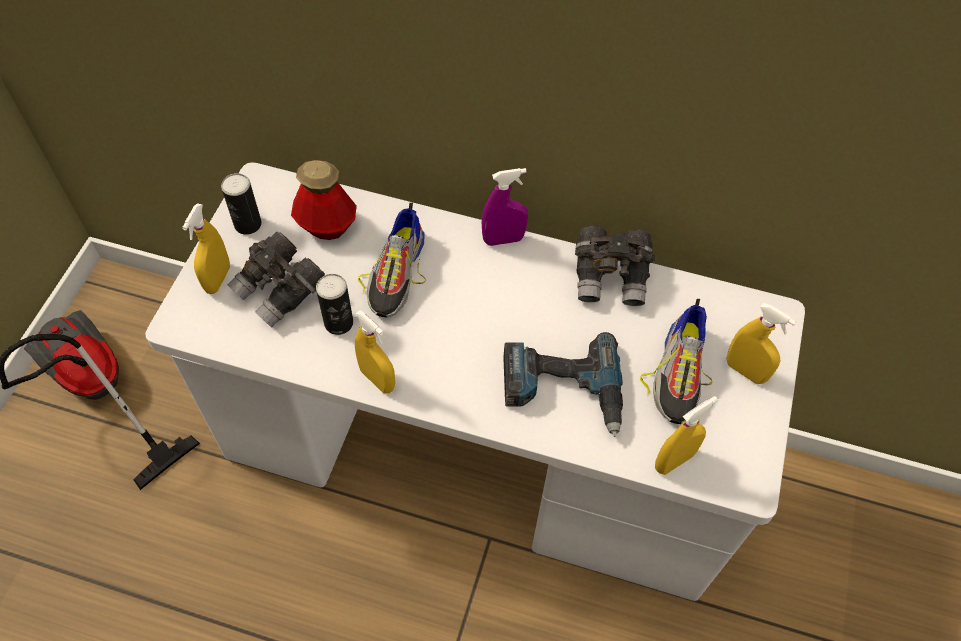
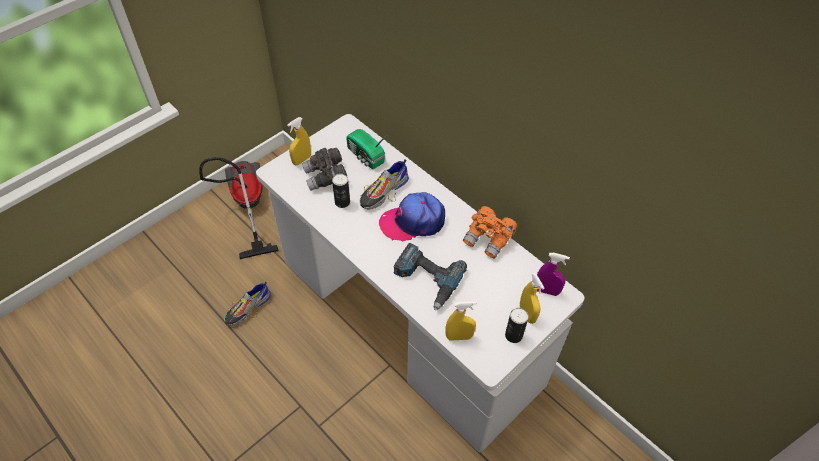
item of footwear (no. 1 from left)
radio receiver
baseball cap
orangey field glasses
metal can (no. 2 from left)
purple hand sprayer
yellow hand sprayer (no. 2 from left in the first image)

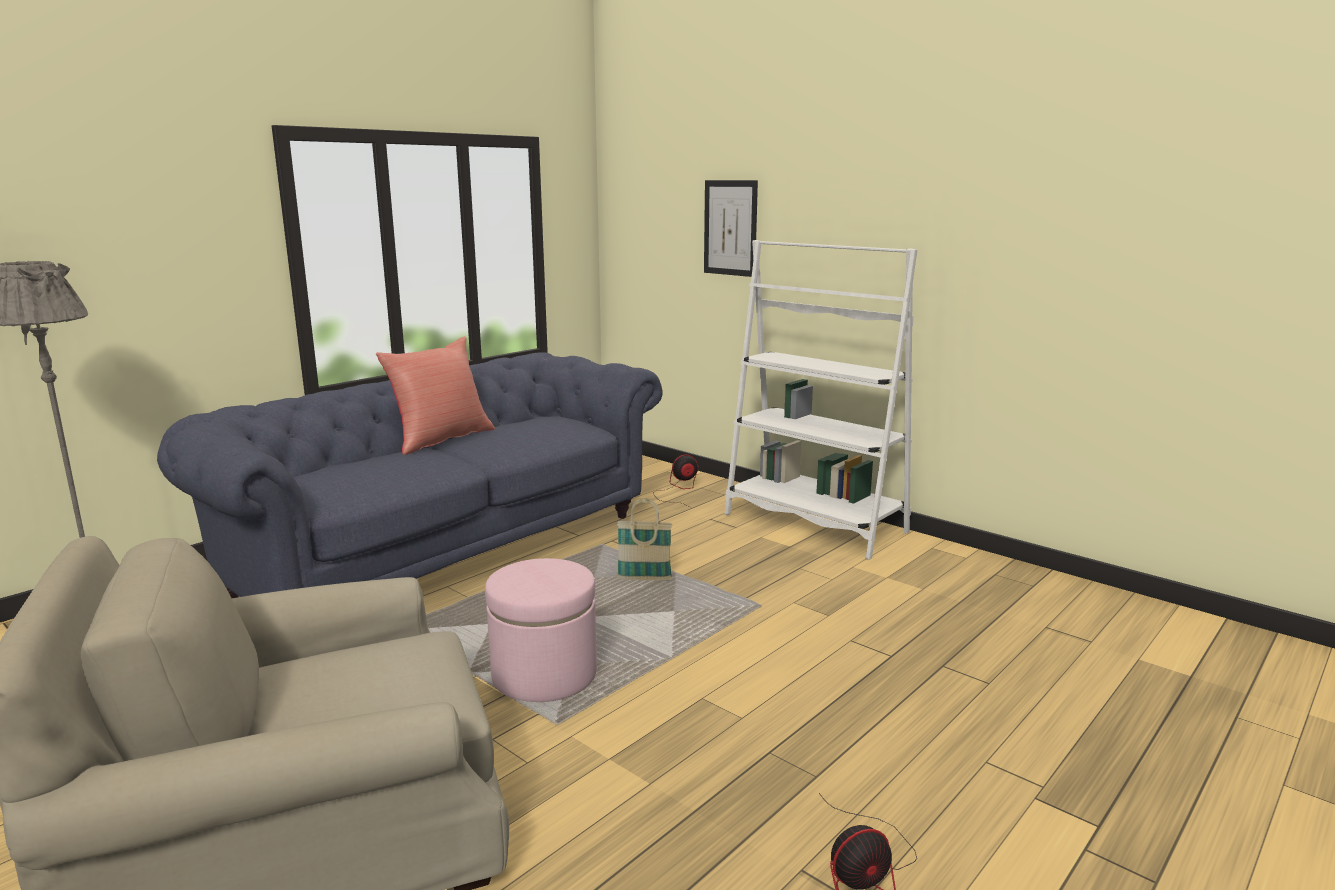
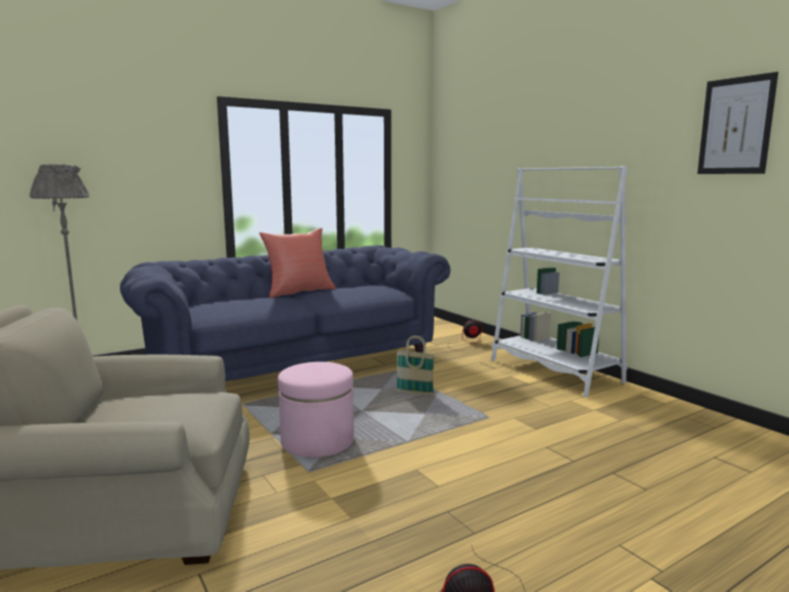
wall art

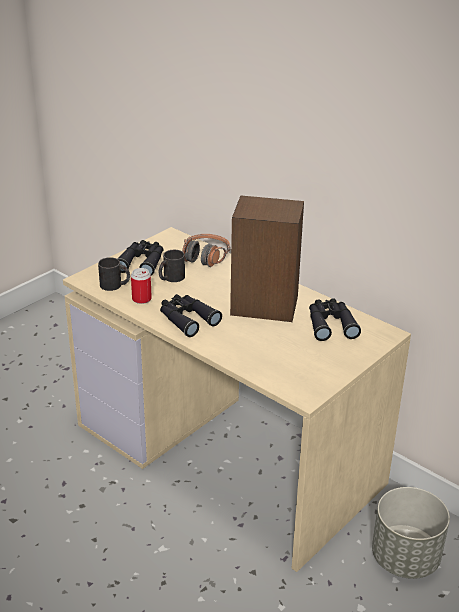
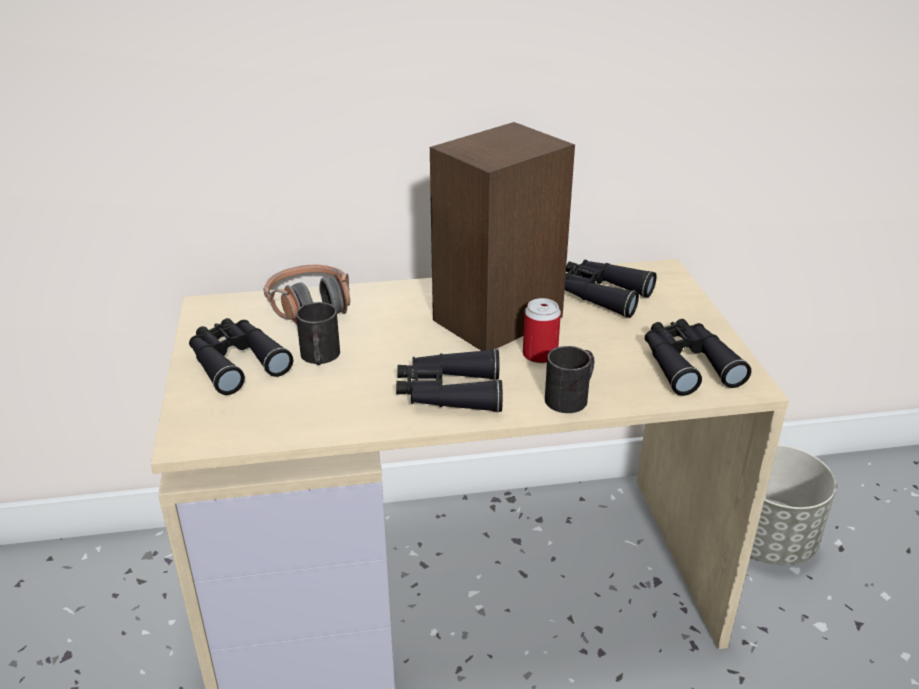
metal can
blackish coffee mug (no. 2 from left)
blackish field glasses (no. 4 from left)

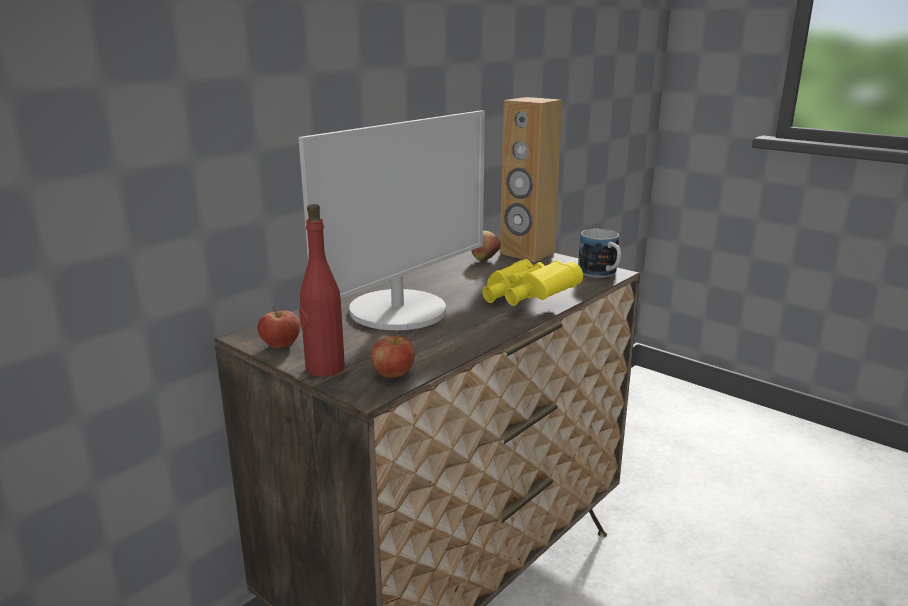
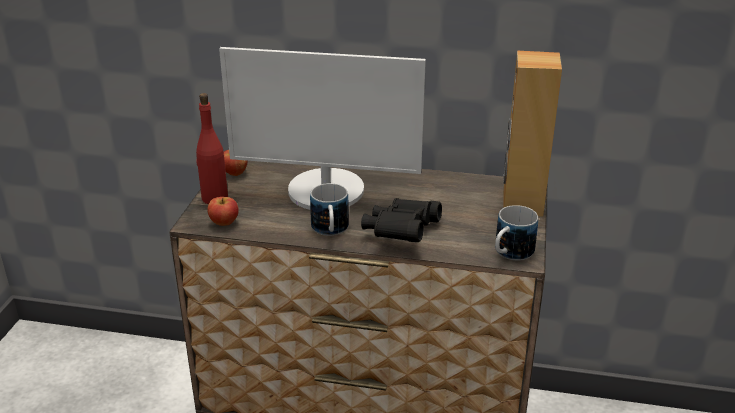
coffee mug (no. 1 from left)
blackish field glasses
apple fruit (no. 3 from left in the first image)

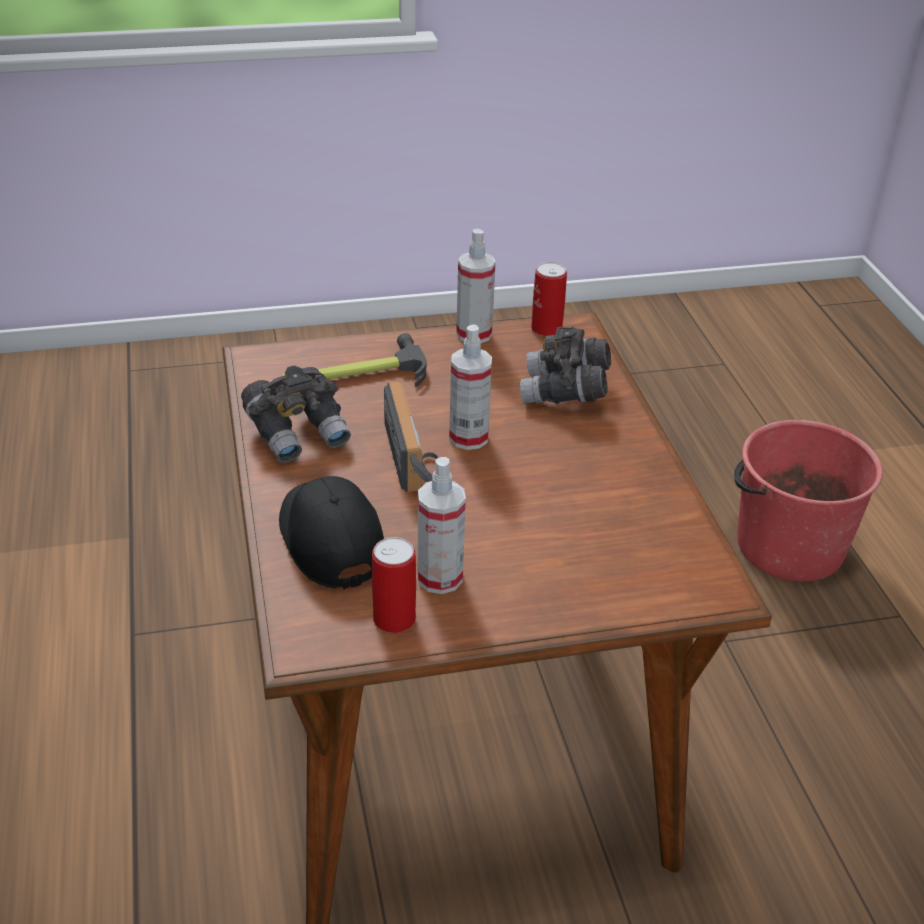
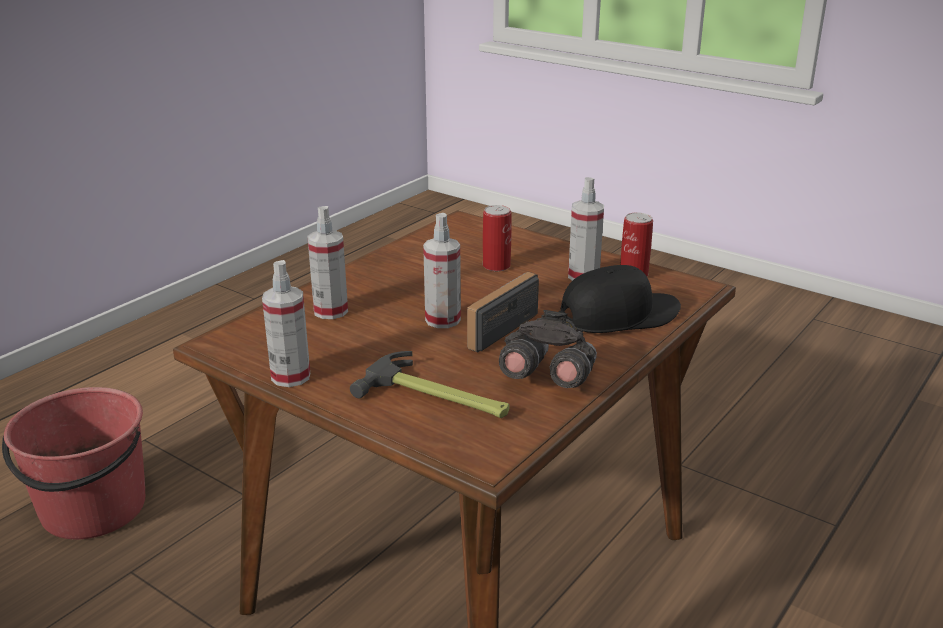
hand sprayer (no. 2 from left)
metal can (no. 1 from left)
blackish baseball cap

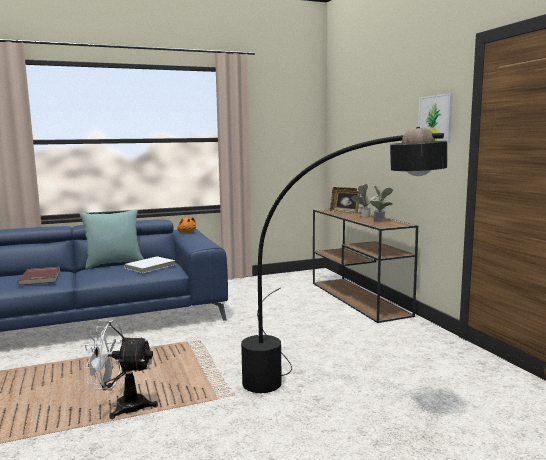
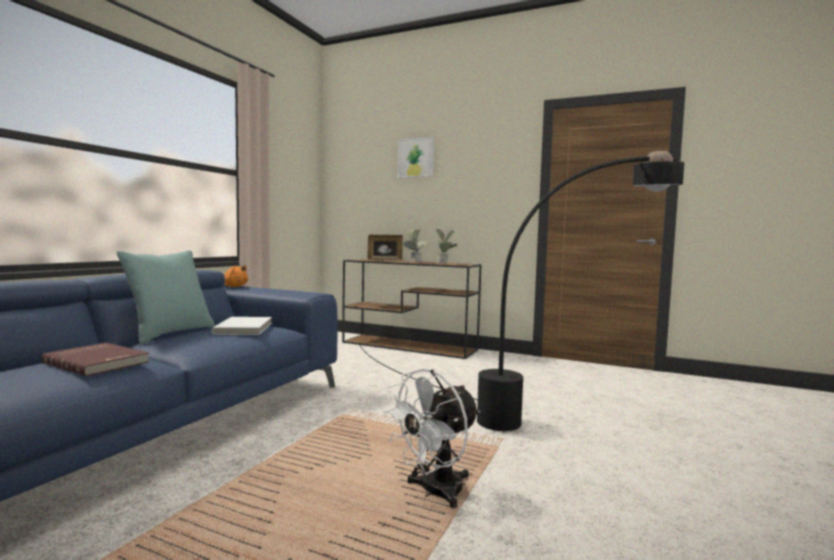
wall art

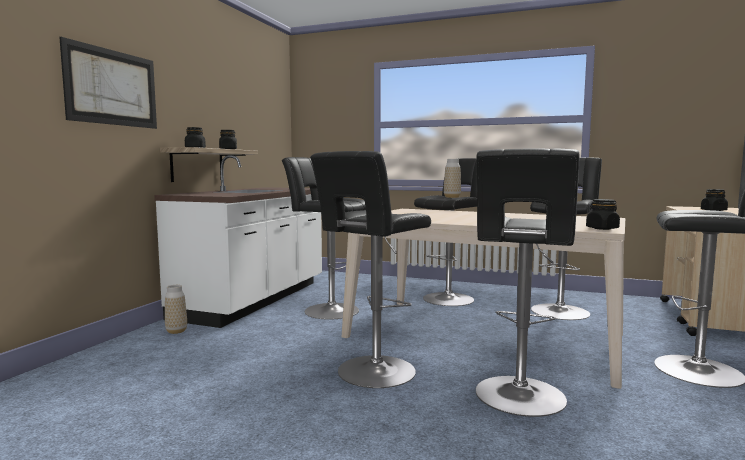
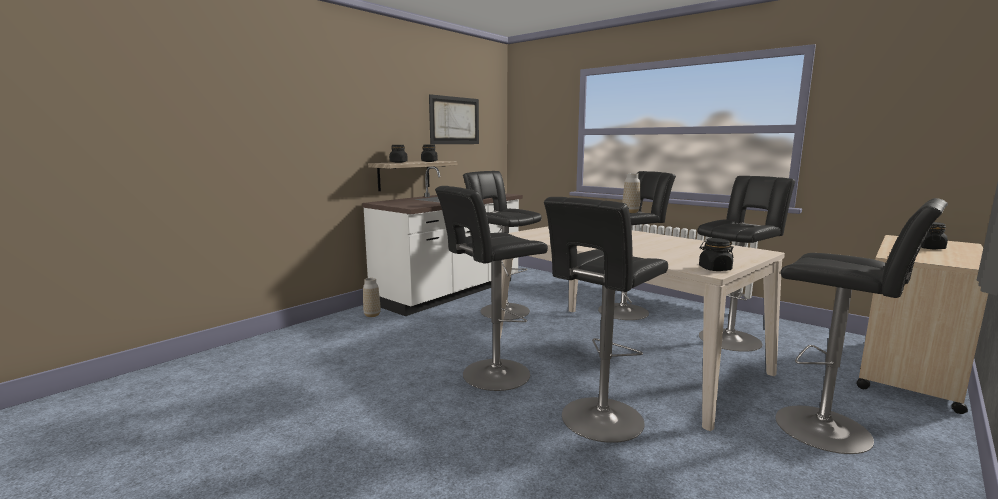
wall art

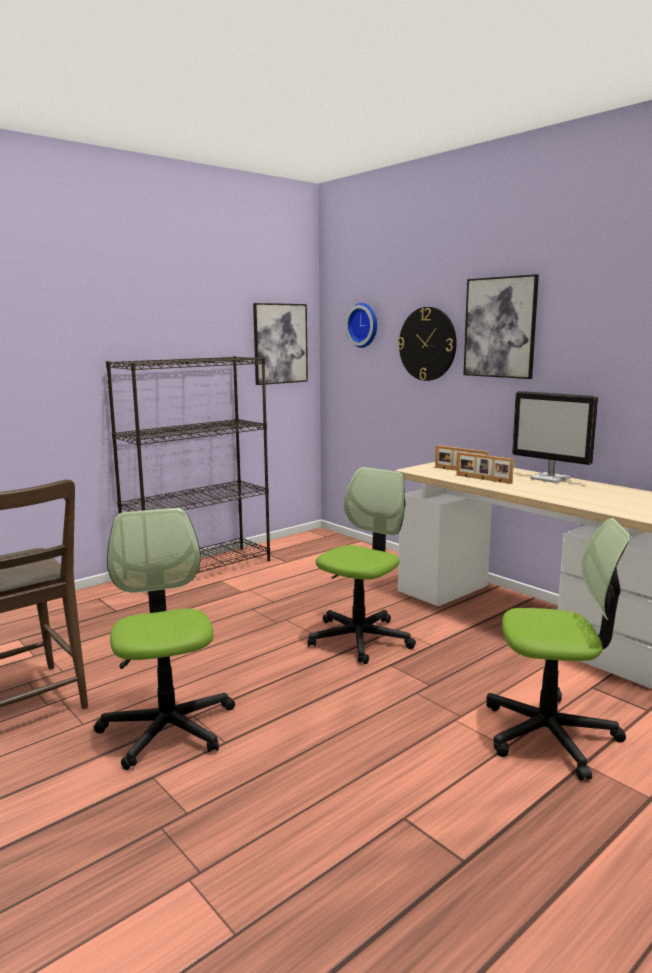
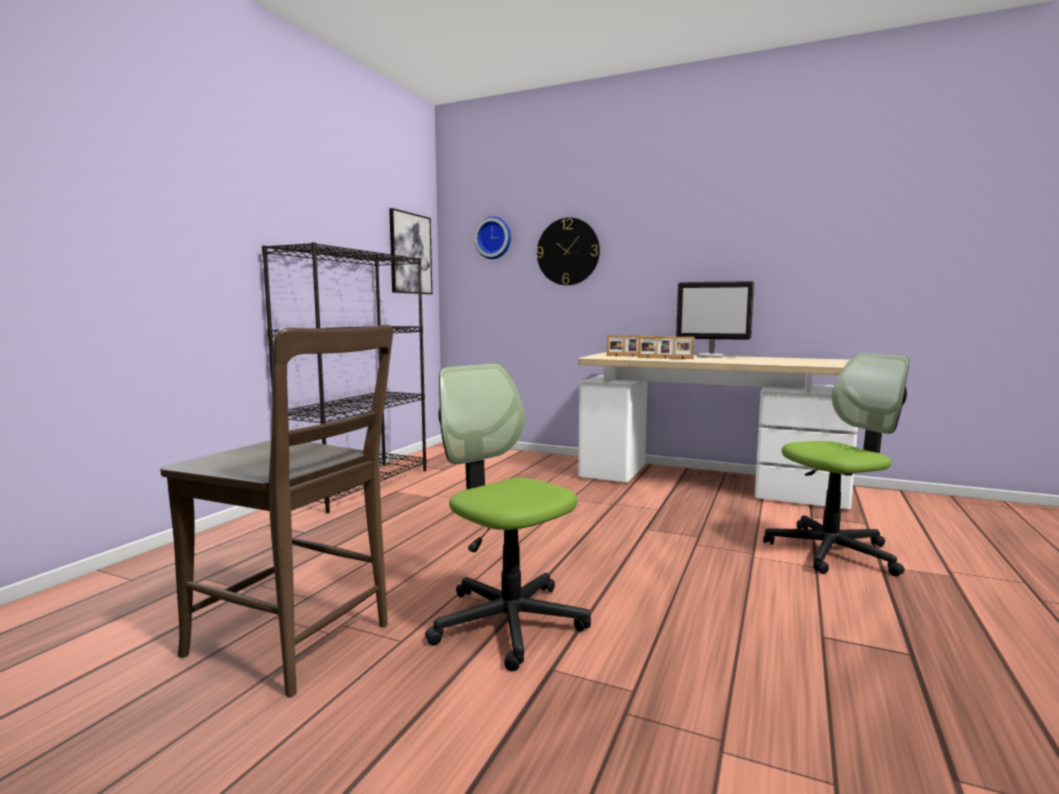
desk chair (no. 2 from left in the first image)
wall art (no. 2 from left in the first image)

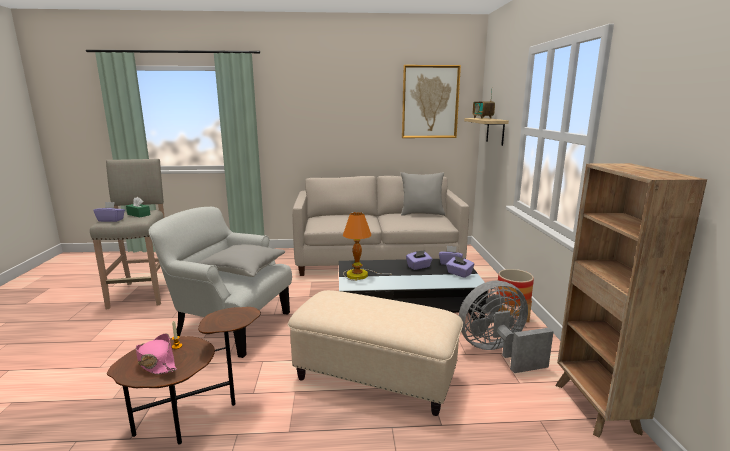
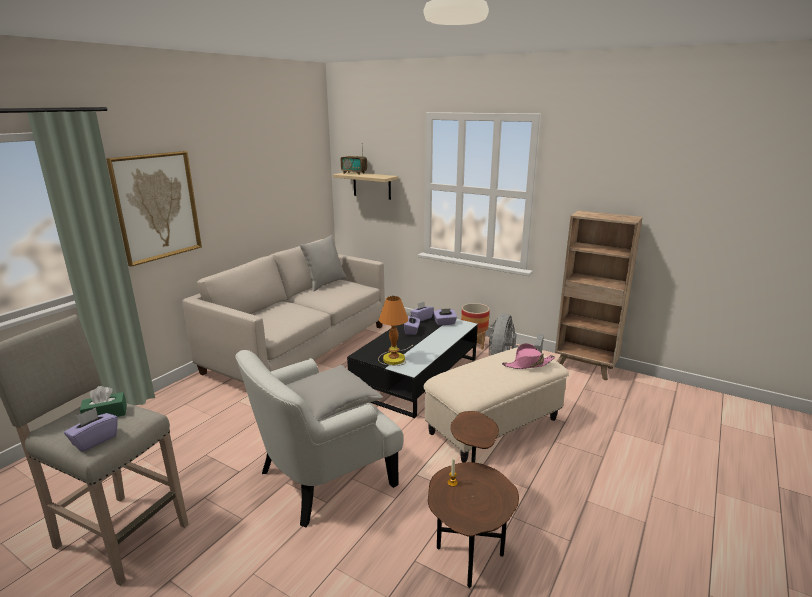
wall art
pink-coloured wearable hat

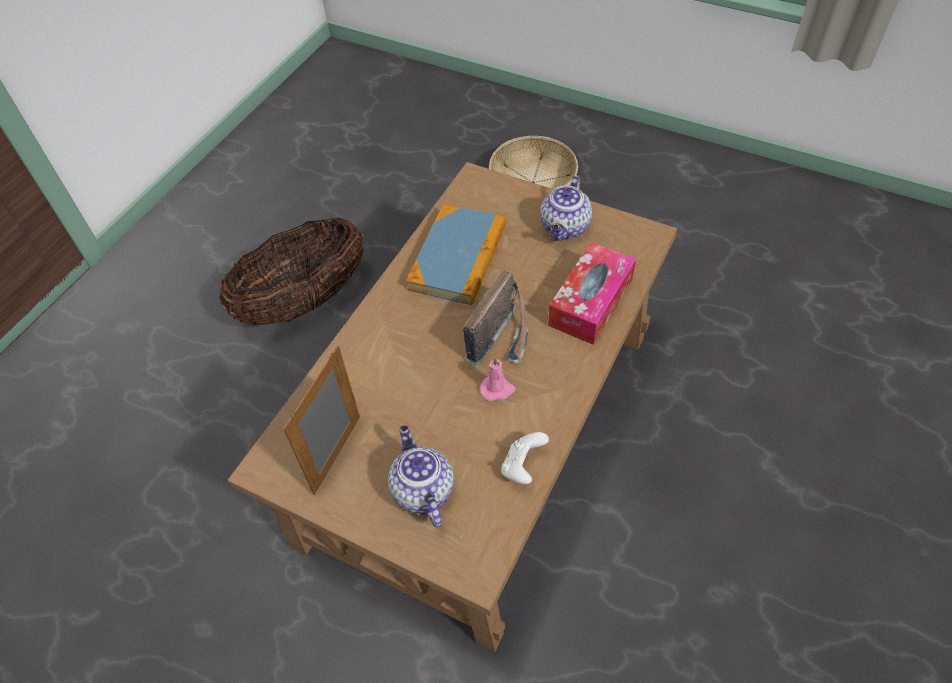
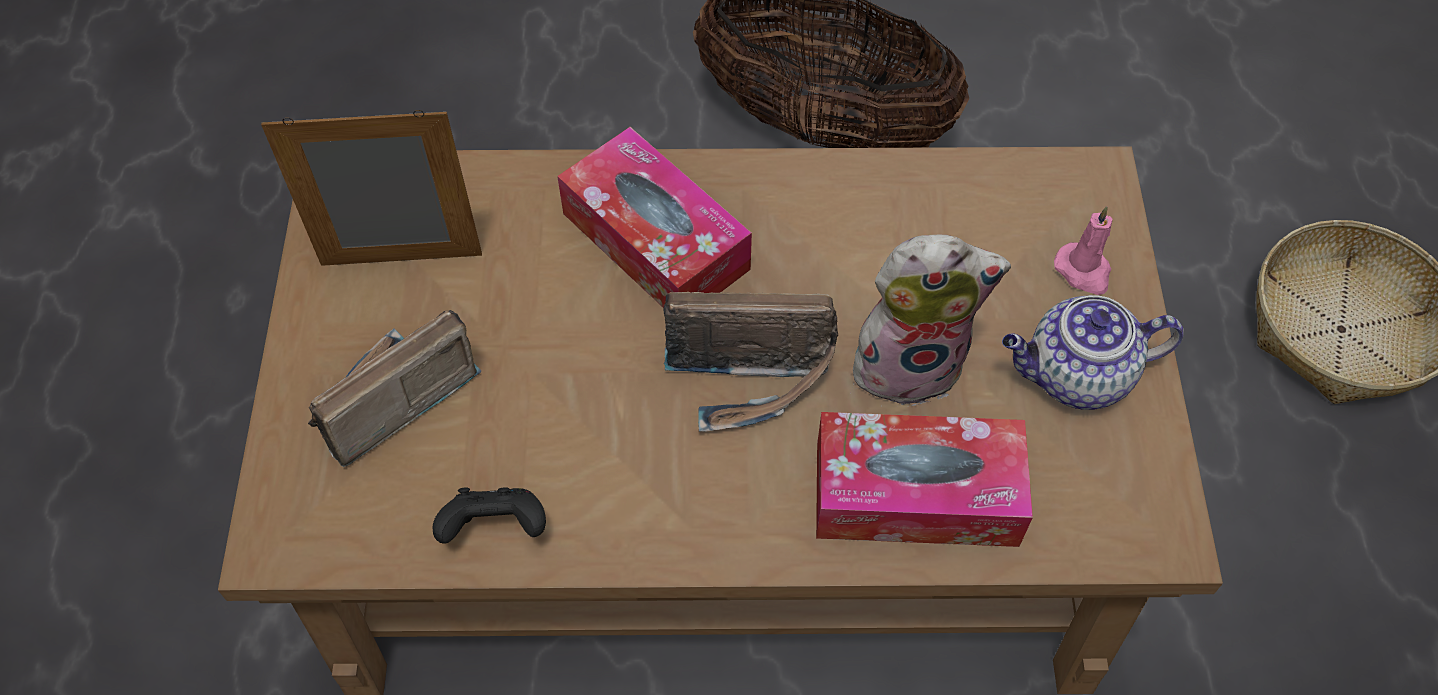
radio receiver (no. 1 from left)
blackish joypad
box of tissues (no. 1 from left)
soft toy
pink-coloured wax candle
bound book

